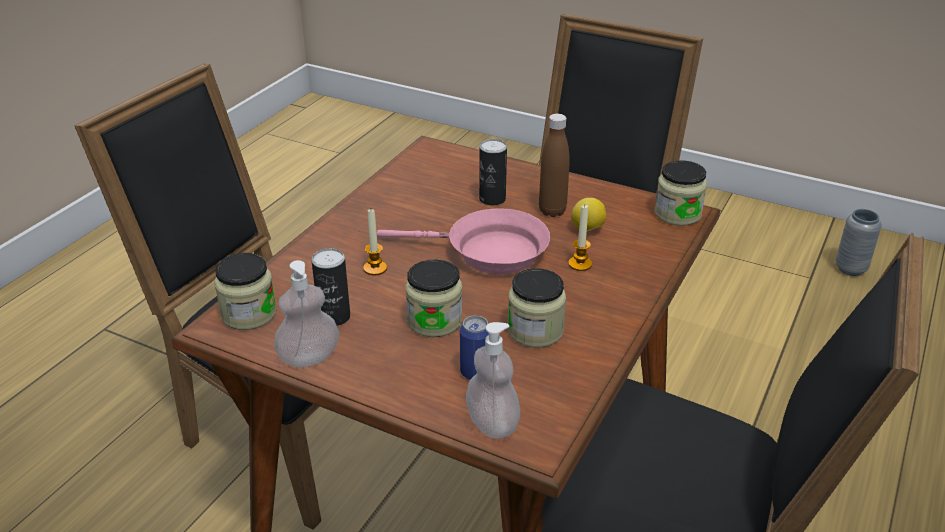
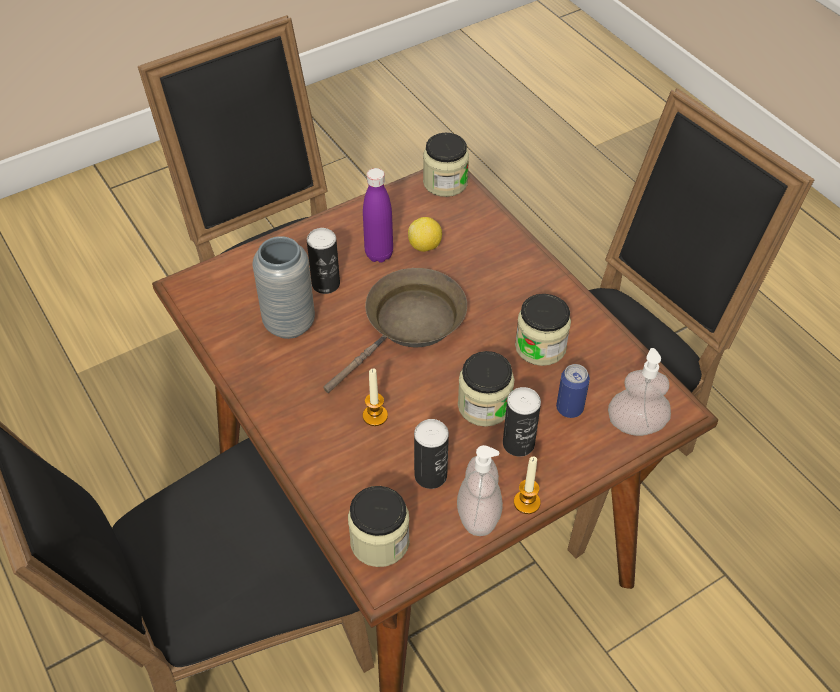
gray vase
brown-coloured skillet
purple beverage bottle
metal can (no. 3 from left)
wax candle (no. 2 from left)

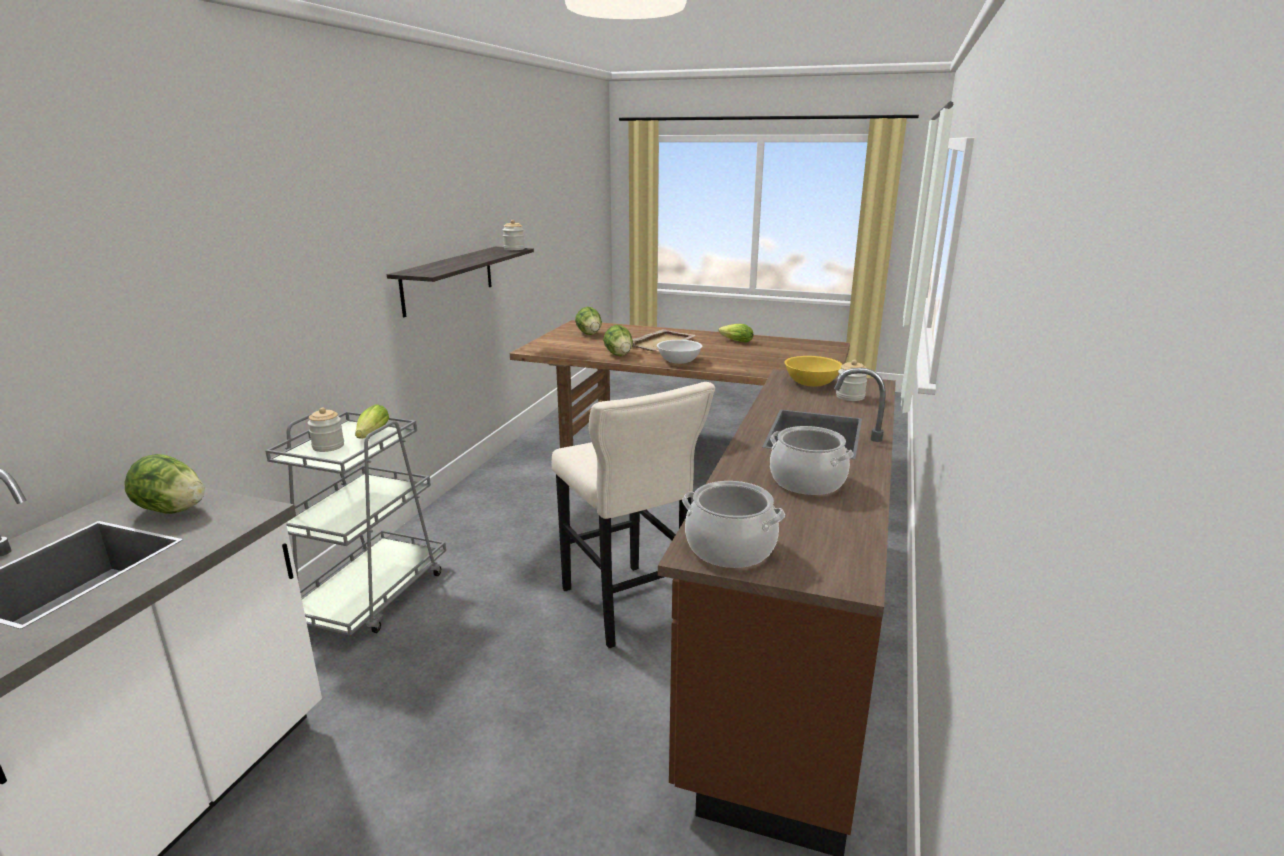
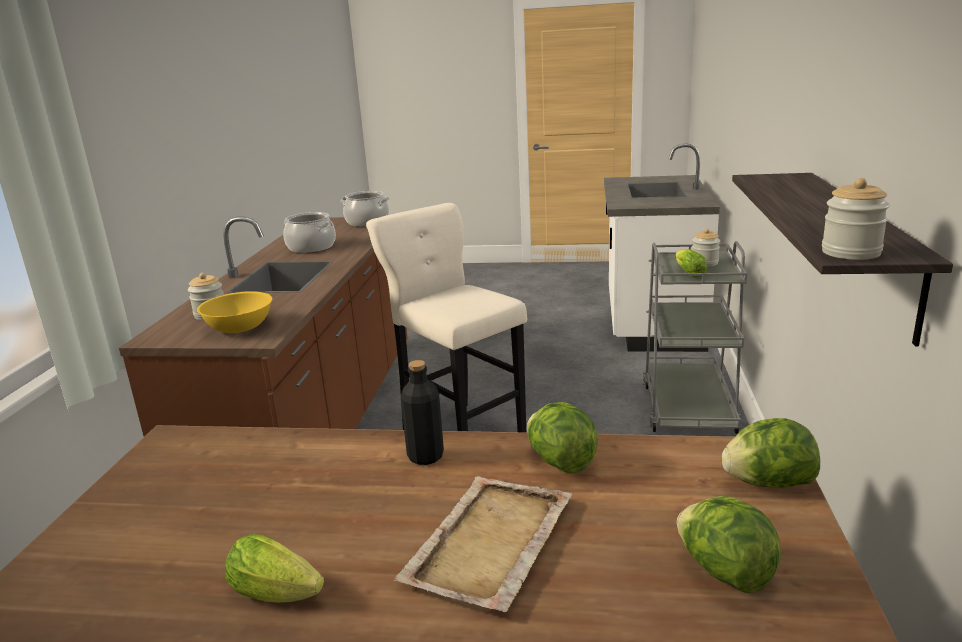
blackish beverage bottle
head of lettuce (no. 5 from left)

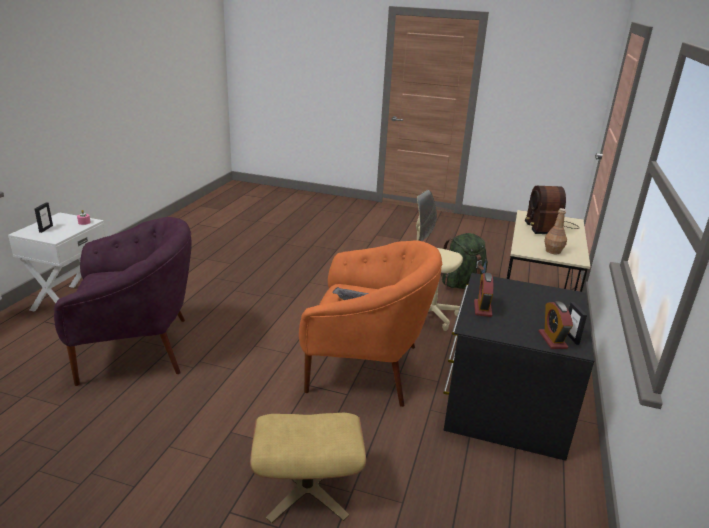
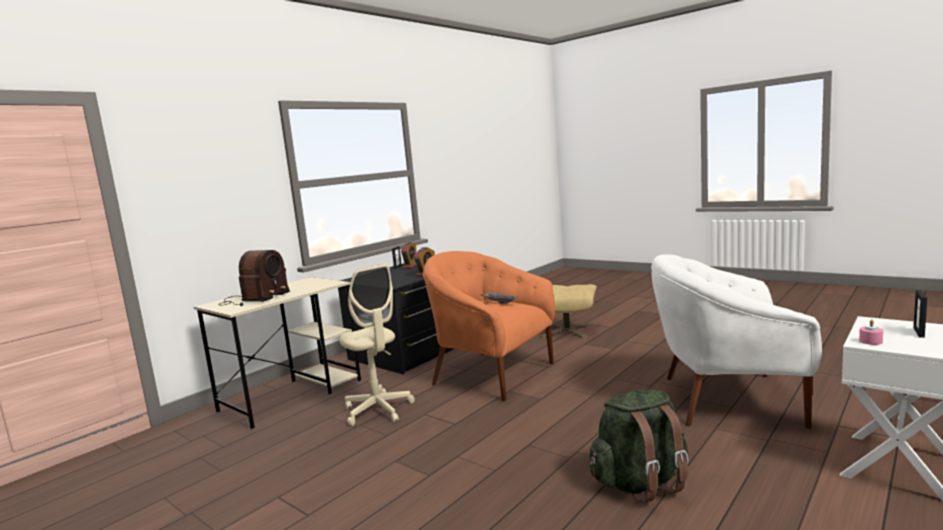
green knapsack
white-coloured lounge chair
brown-coloured beverage bottle

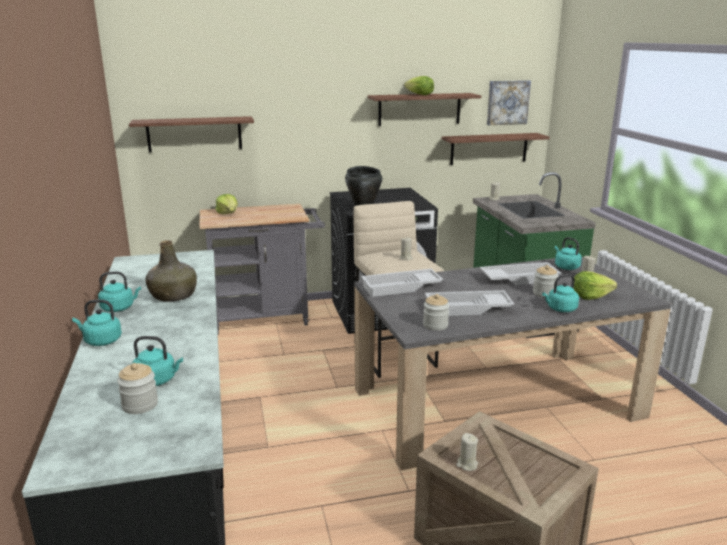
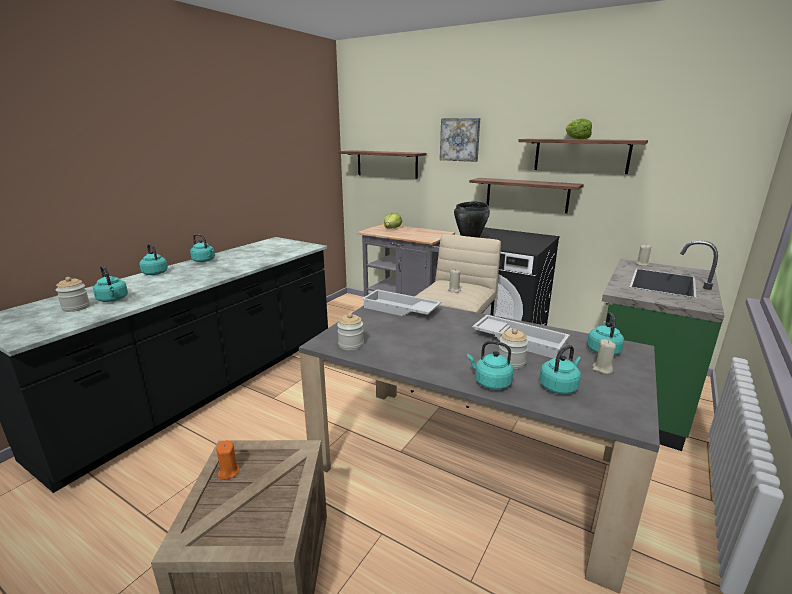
orangey wax candle
wall art
wall shelf (no. 2 from left)
blue-green kettle (no. 5 from left)
green beverage bottle
white-coloured serving tray (no. 2 from left in the first image)

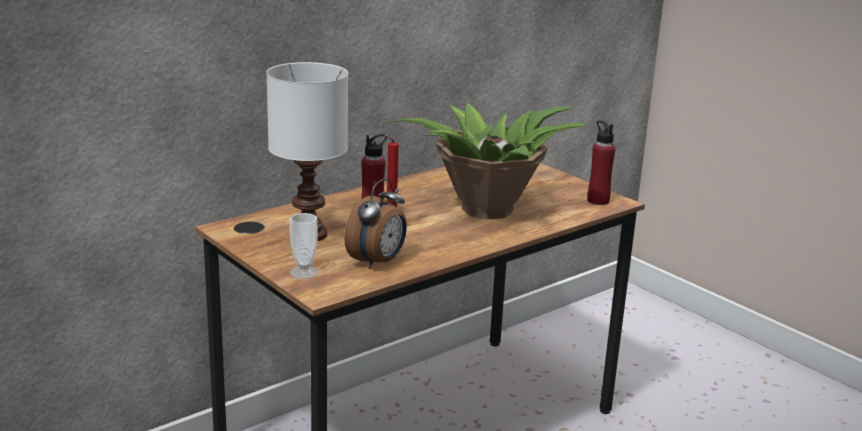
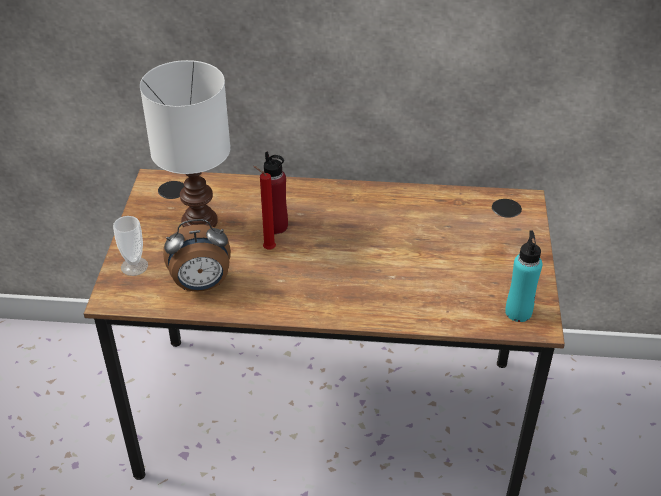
blue-green beverage bottle
houseplant

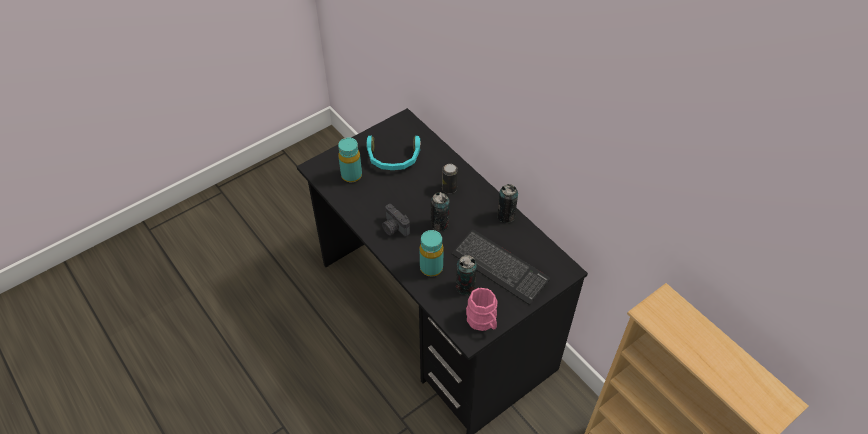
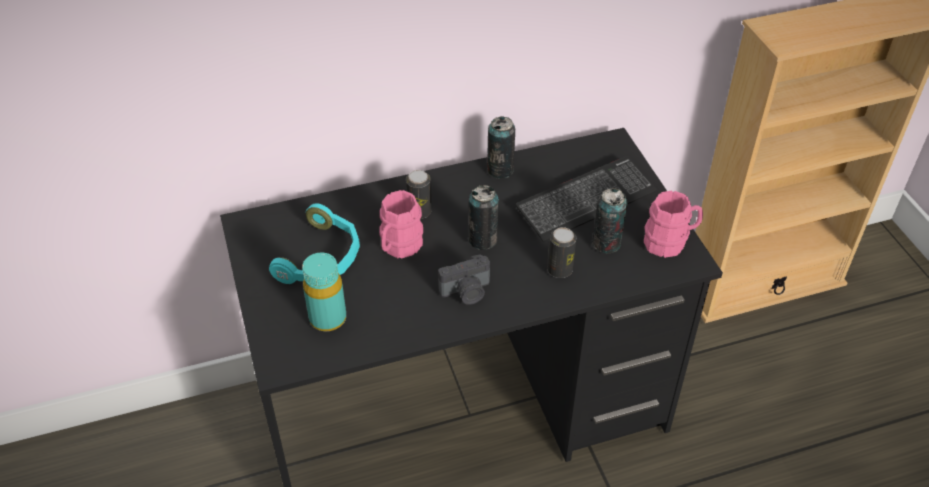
pink-coloured coffee mug (no. 1 from left)
metal can (no. 4 from left)

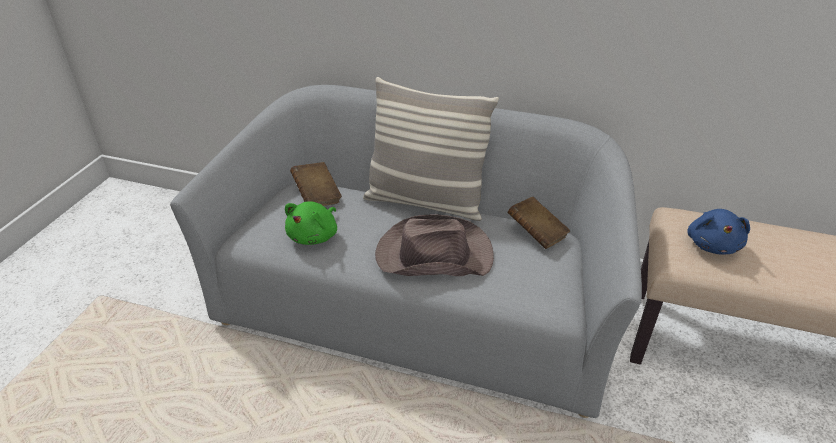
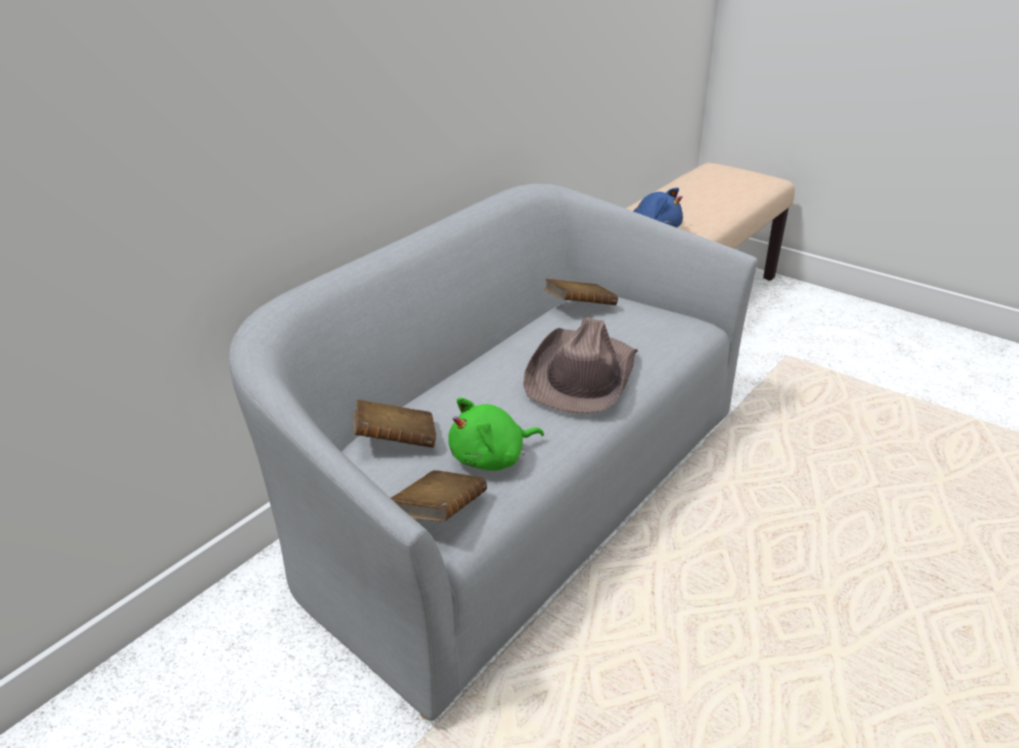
brown-coloured bound book (no. 2 from left)
green soft toy
throw pillow

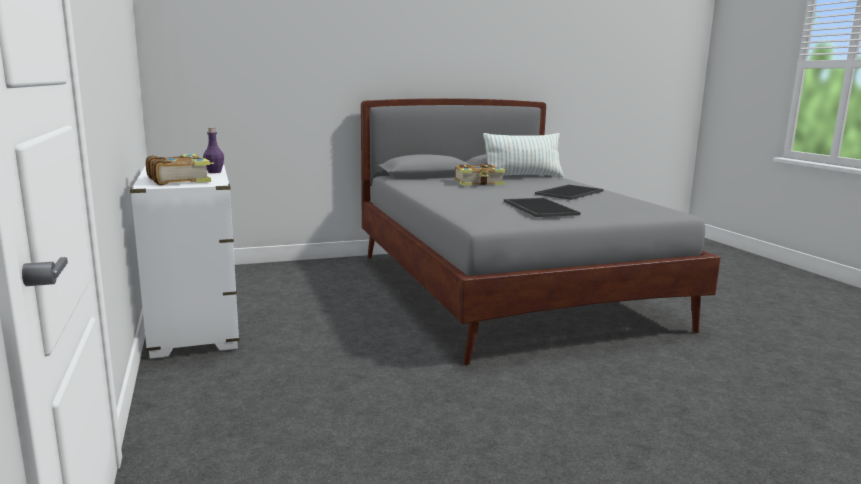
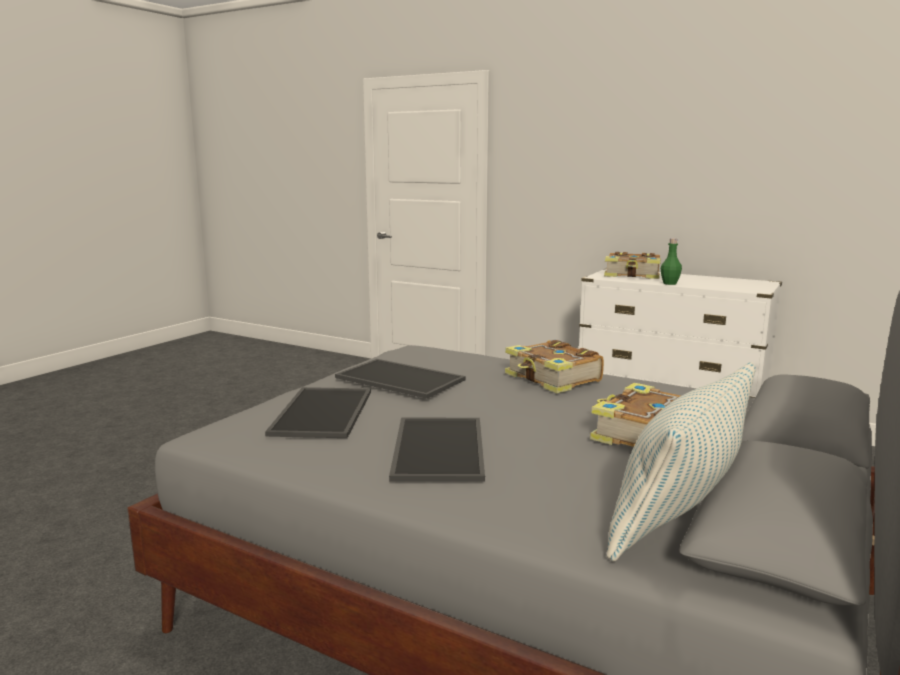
serving tray (no. 1 from left)
bound book (no. 1 from left)
green beverage bottle

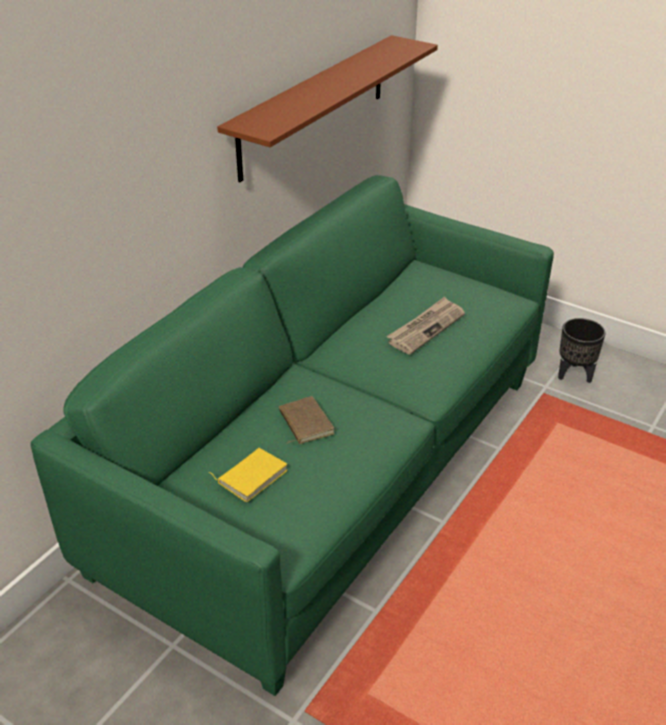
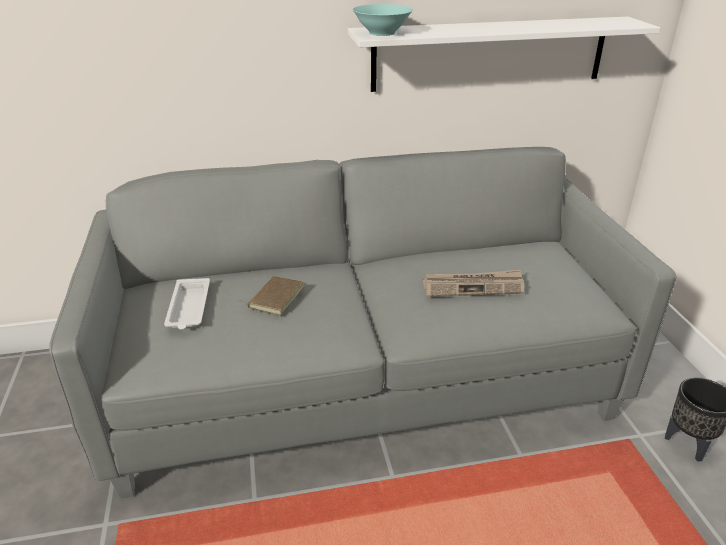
gray sofa
white-coloured serving tray
white-coloured wall shelf
blue-green serving bowl

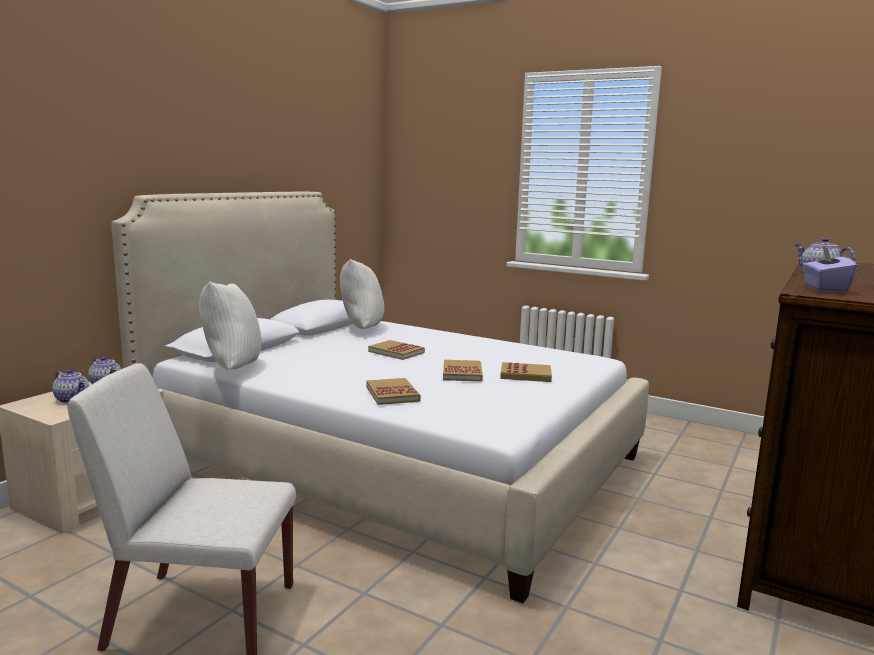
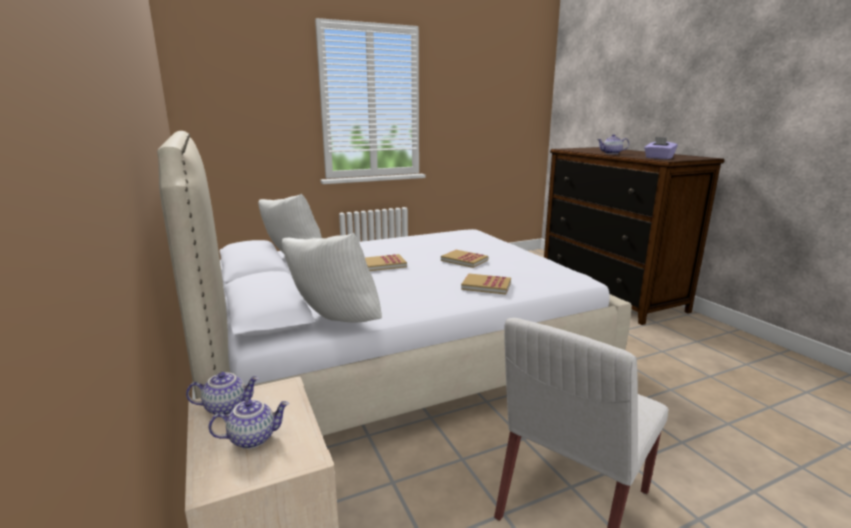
bound book (no. 4 from left in the first image)

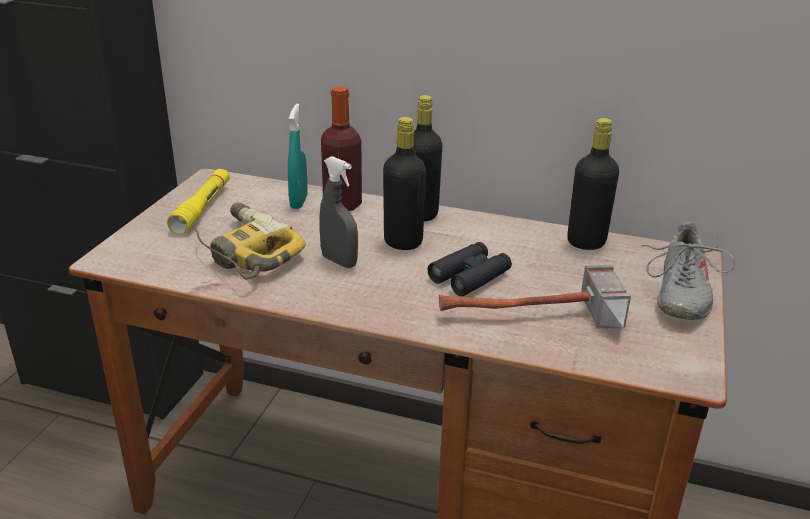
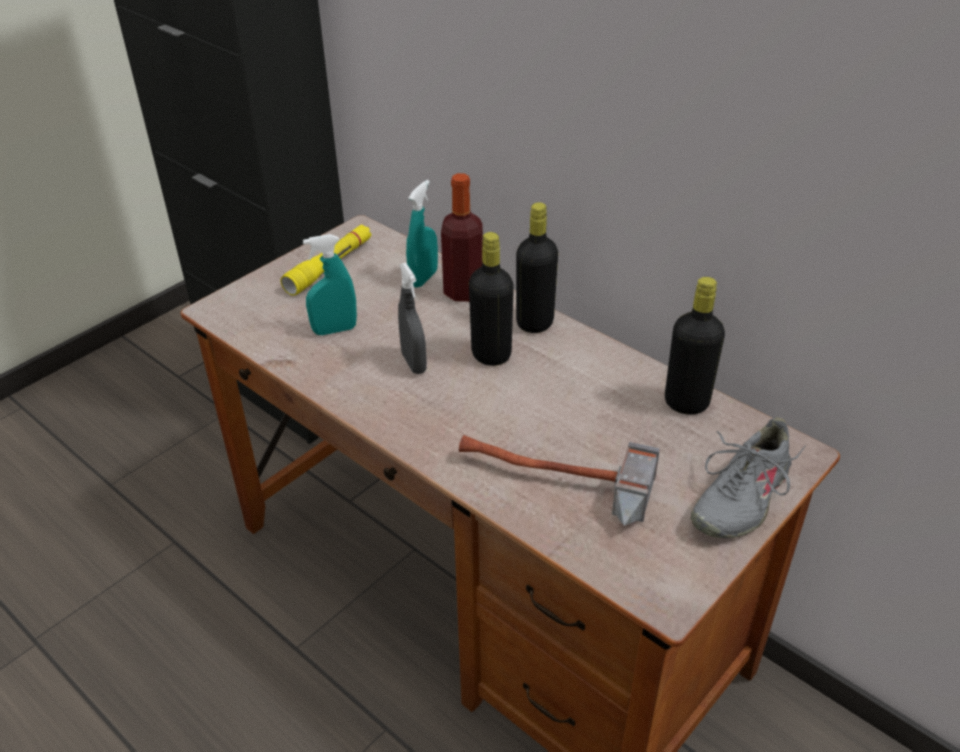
blue-green hand sprayer (no. 1 from left)
blackish field glasses

